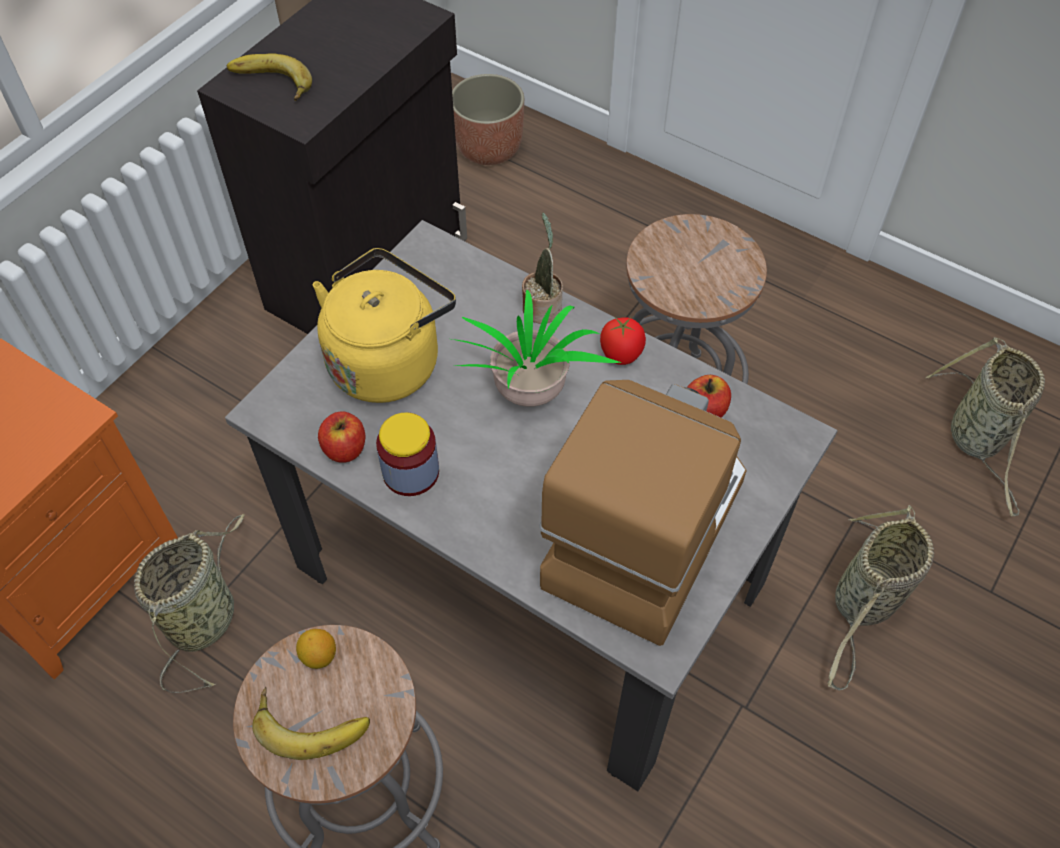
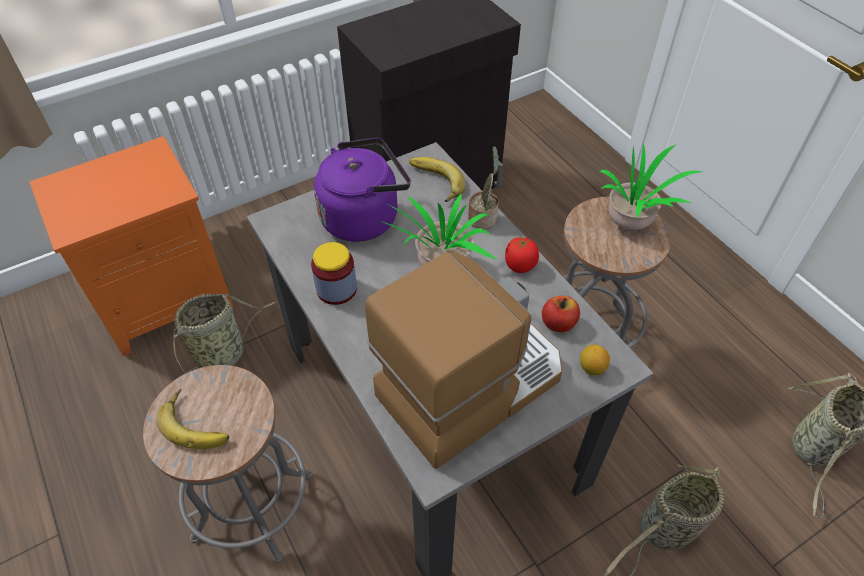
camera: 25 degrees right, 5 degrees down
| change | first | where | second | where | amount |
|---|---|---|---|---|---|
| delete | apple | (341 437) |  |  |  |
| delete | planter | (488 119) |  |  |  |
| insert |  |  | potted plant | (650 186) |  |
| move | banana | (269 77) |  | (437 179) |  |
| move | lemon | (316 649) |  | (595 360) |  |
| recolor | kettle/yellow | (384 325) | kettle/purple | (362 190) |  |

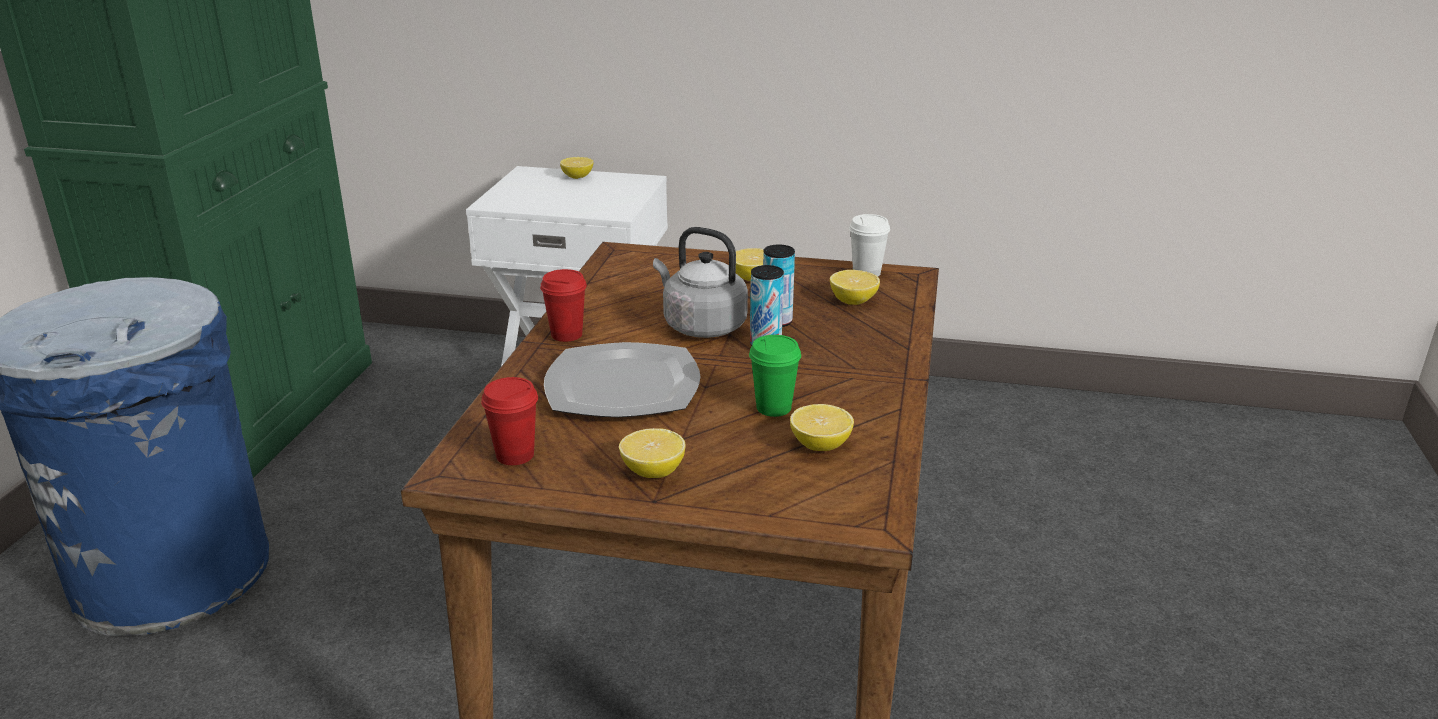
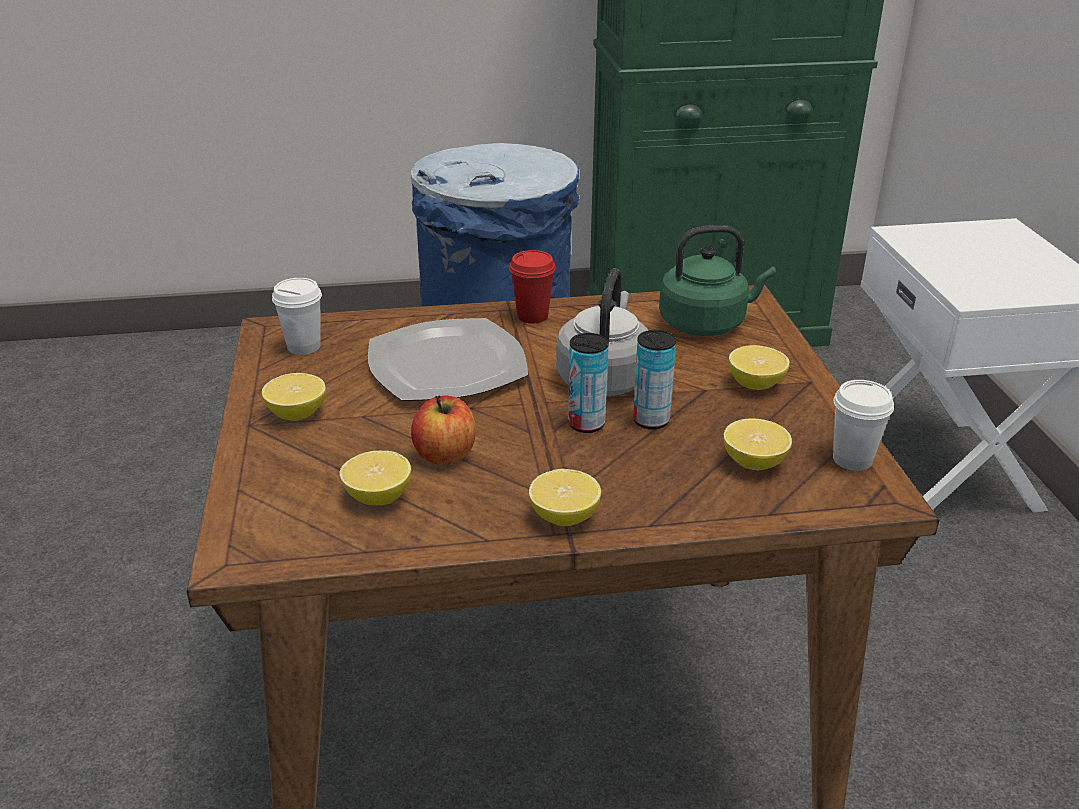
camera: 70 degrees right, 5 degrees up
| change | first | where | second | where | amount |
|---|---|---|---|---|---|
| insert |  |  | kettle/green | (717 280) |  |
| move | lemon | (576 168) |  | (565 497) |  |
| replace | cup/green | (775 376) | apple | (443 430) |  |
| recolor | cup/red | (509 421) | cup/white | (297 316) |  |

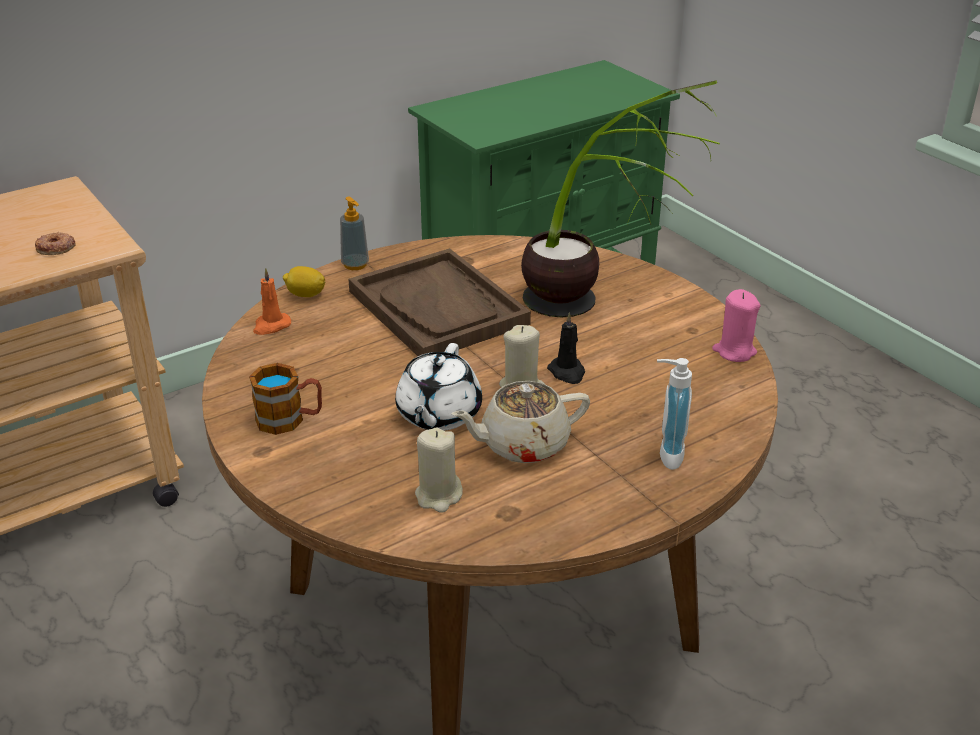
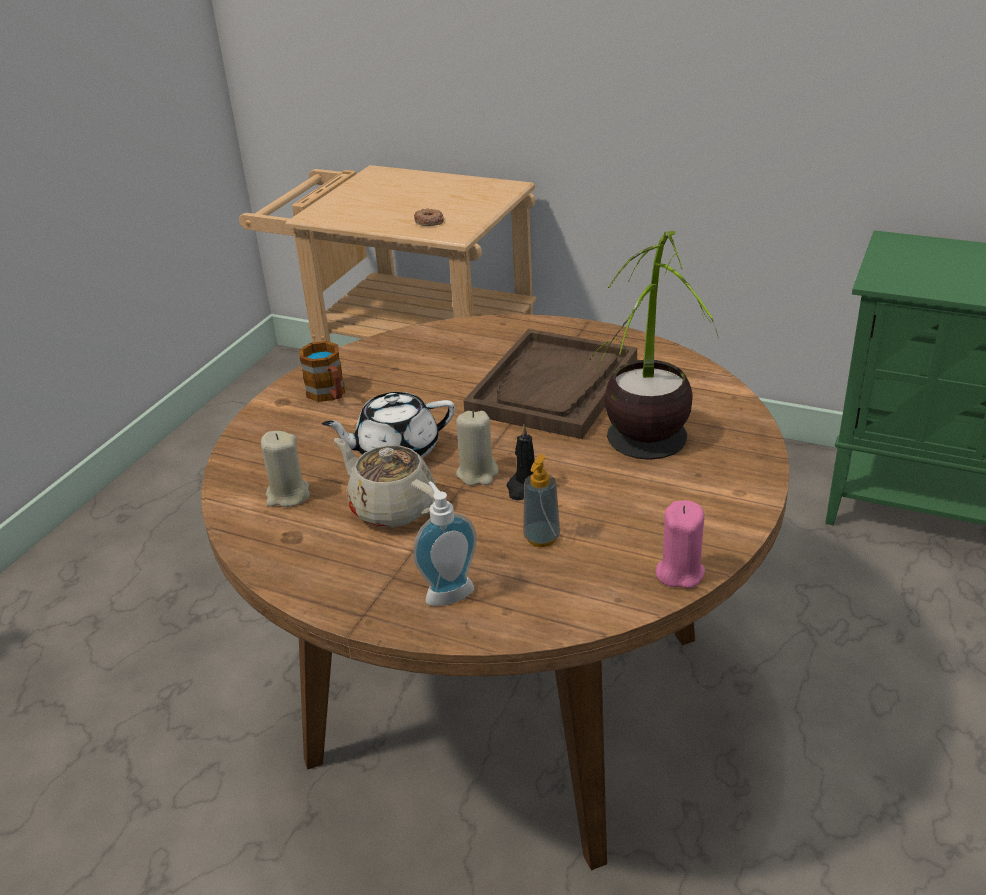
camera: 60 degrees right, 0 degrees up
| change | first | where | second | where | amount |
|---|---|---|---|---|---|
| delete | candle/orange | (272 301) |  |  |  |
| delete | lemon | (304 281) |  |  |  |
| move | soap dispenser | (354 233) |  | (541 500) |  |

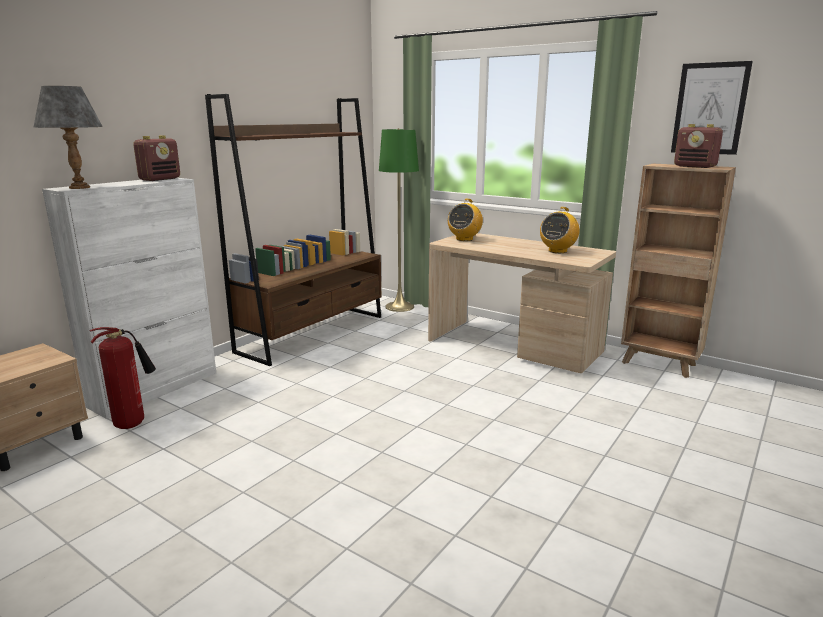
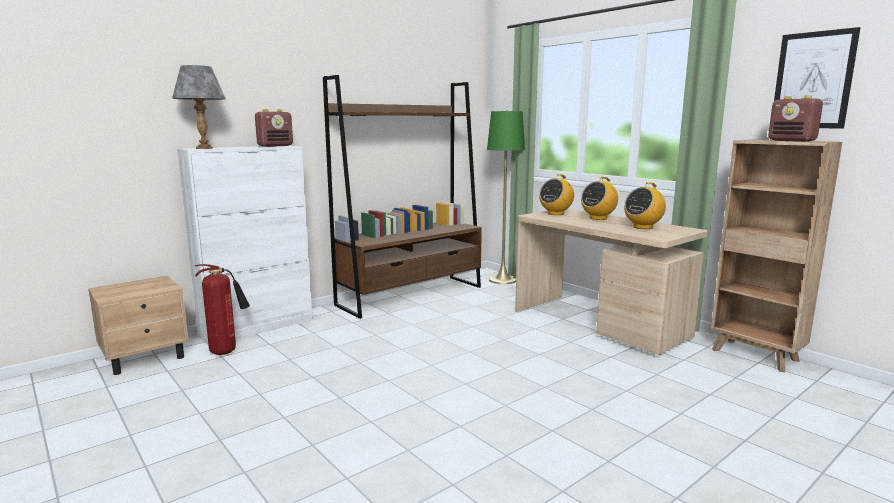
camera: 15 degrees right, 5 degrees down
| change | first | where | second | where | amount |
|---|---|---|---|---|---|
| insert |  |  | radio | (599 198) |  |

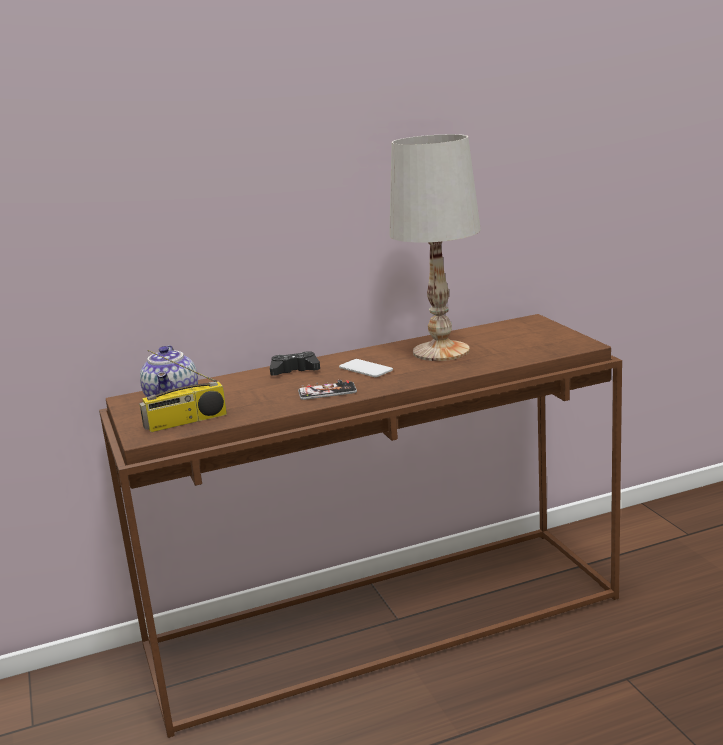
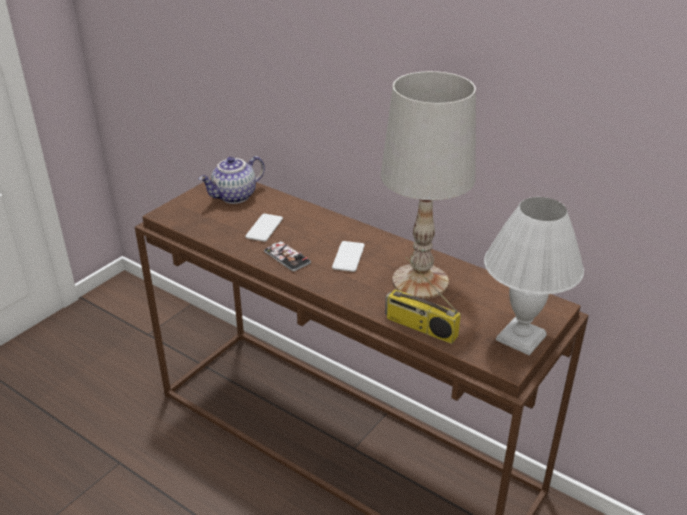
camera: 55 degrees right, 15 degrees up
| change | first | where | second | where | amount |
|---|---|---|---|---|---|
| delete | game controller/black | (295 363) |  |  |  |
| insert |  |  | phone | (264 228) |  |
| insert |  |  | table lamp/white | (534 276) |  |
| move | radio | (183 391) |  | (423 300) |  |

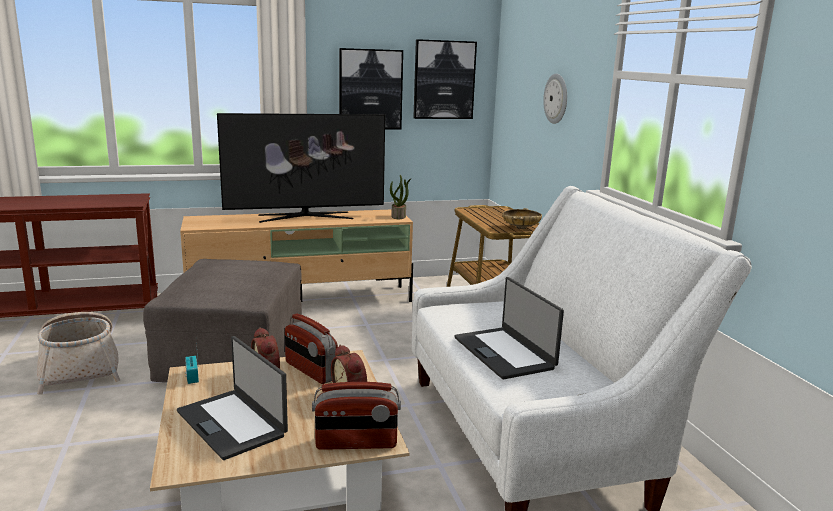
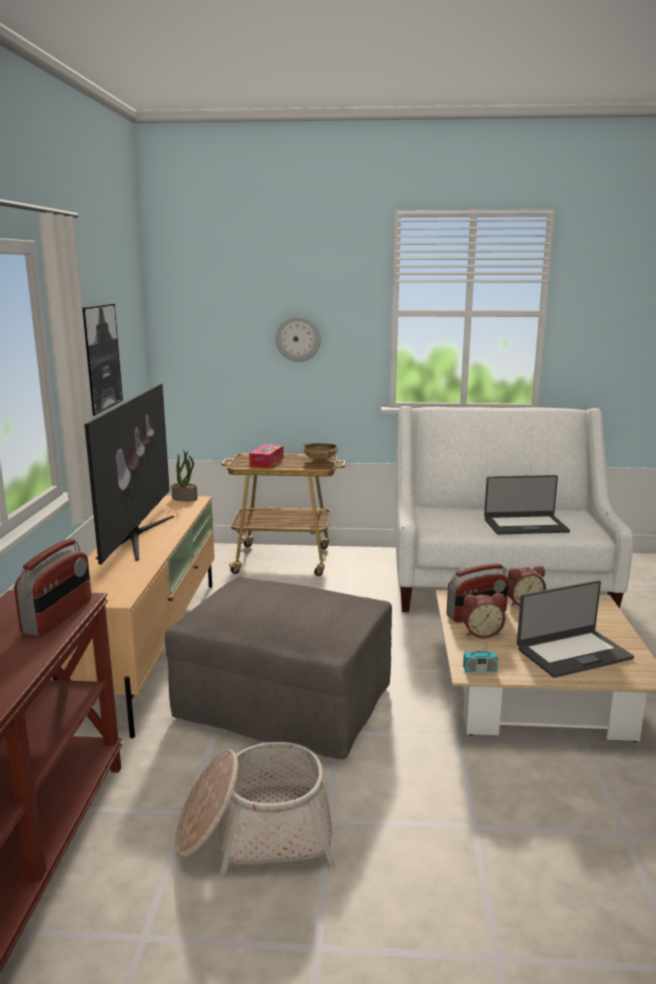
camera: 70 degrees left, 0 degrees up
| change | first | where | second | where | amount |
|---|---|---|---|---|---|
| delete | picture | (445 79) |  |  |  |
| insert |  |  | tissue box | (266 456) |  |
| move | radio | (356 416) |  | (53 587) |  |

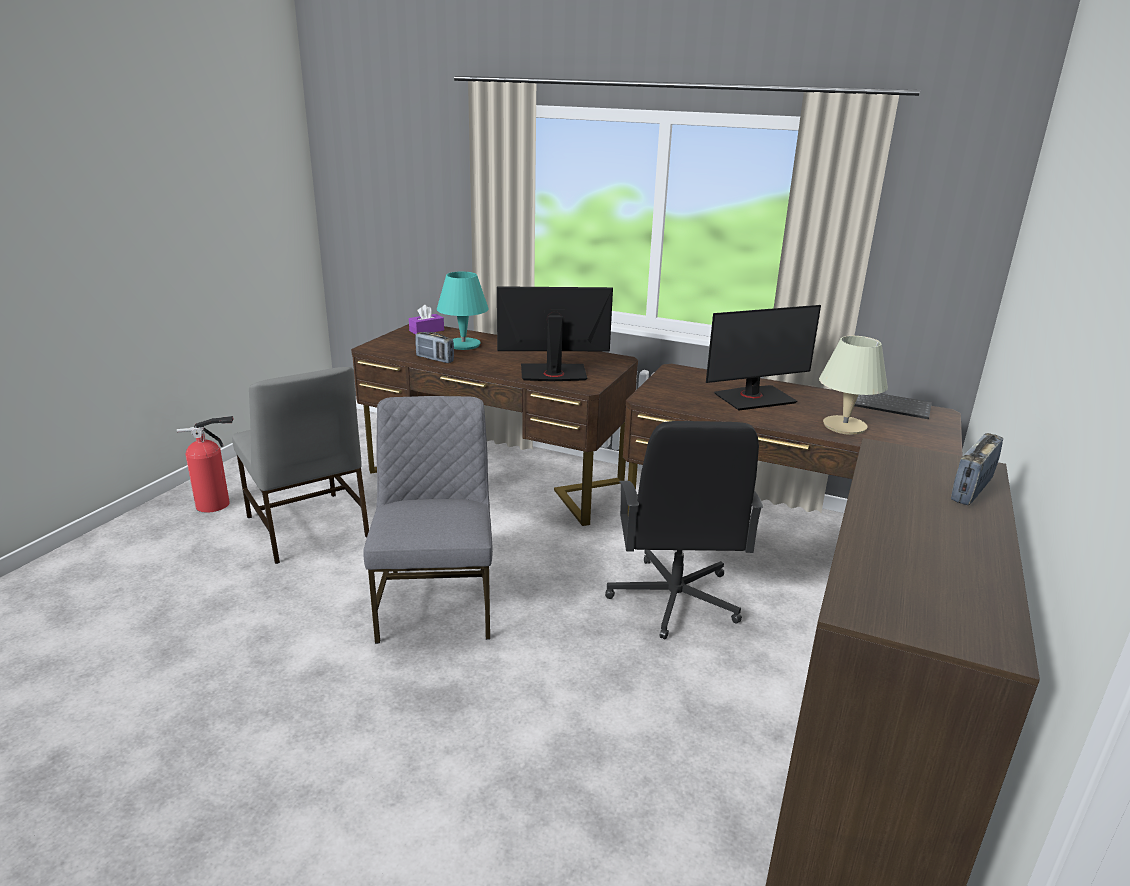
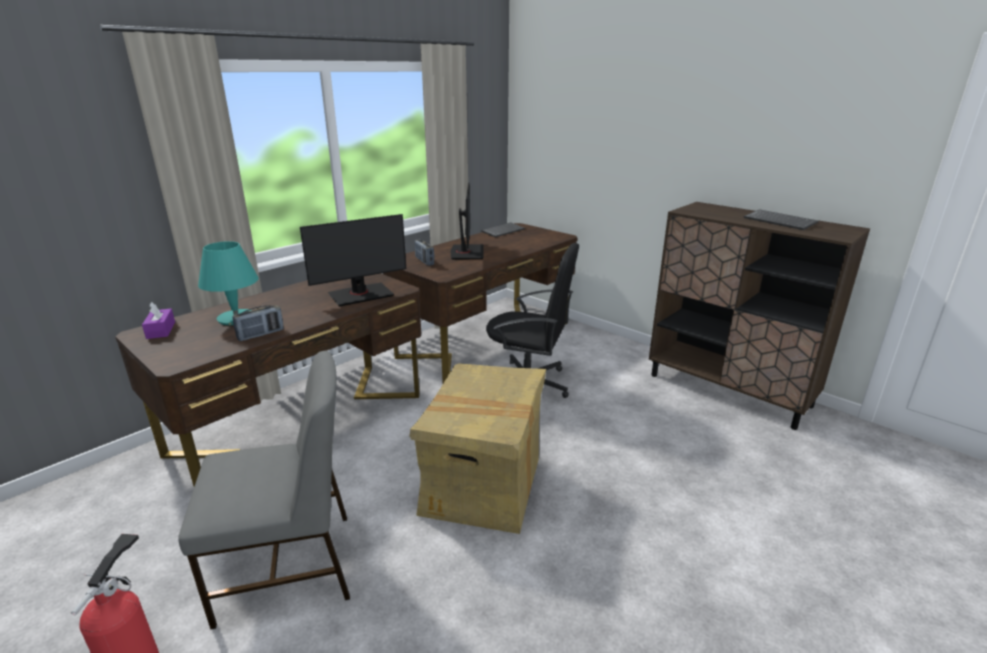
camera: 70 degrees left, 0 degrees up
| change | first | where | second | where | amount |
|---|---|---|---|---|---|
| delete | table lamp/beige | (853 385) |  |  |  |
| insert |  |  | keyboard | (781 219) |  |
| move | radio | (977 469) |  | (424 252) |  |
| replace | chair/grey | (428 520) | cardboard box | (477 448) |  |
| rotate | monitor | (555 333) |  | (353 260) | 135 degrees counterclockwise |

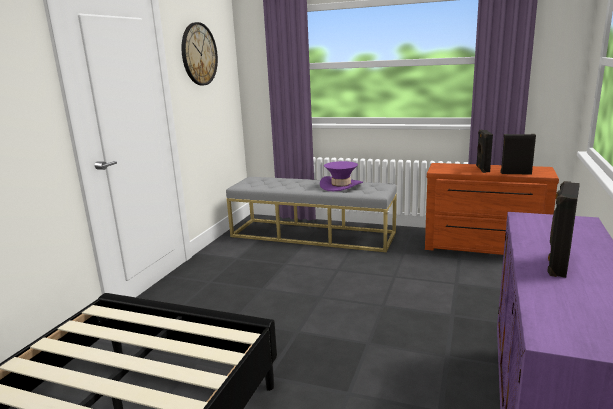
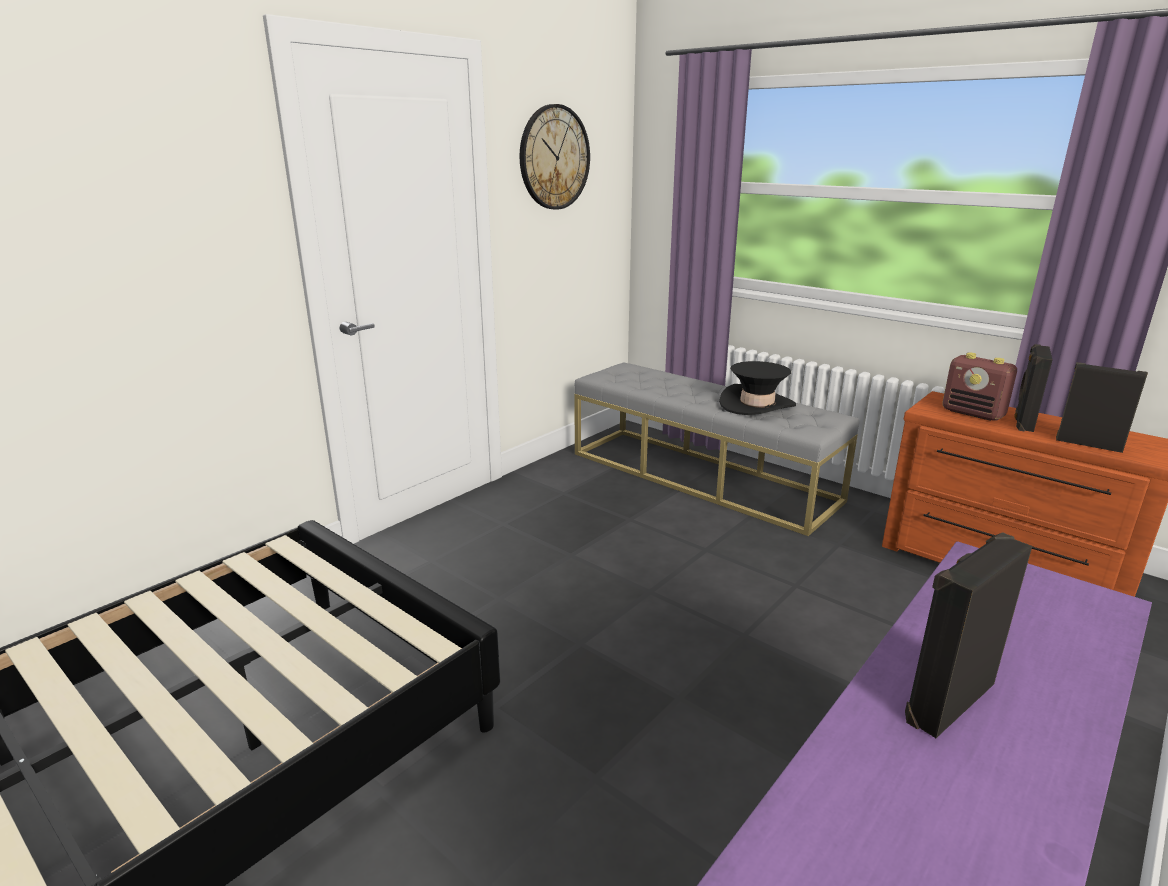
camera: 20 degrees right, 5 degrees up
| change | first | where | second | where | amount |
|---|---|---|---|---|---|
| insert |  |  | radio | (979 386) |  |
| recolor | hat/purple | (341 176) | hat/black | (757 388) |  |

